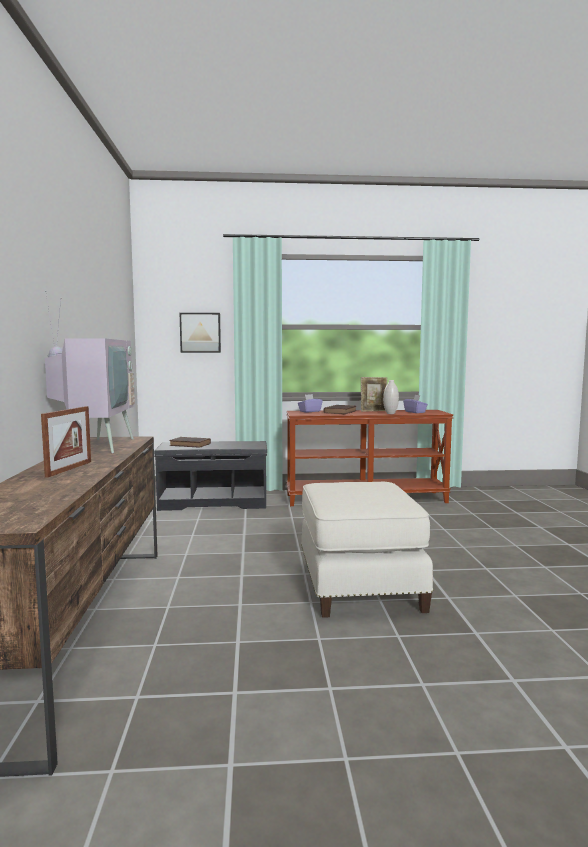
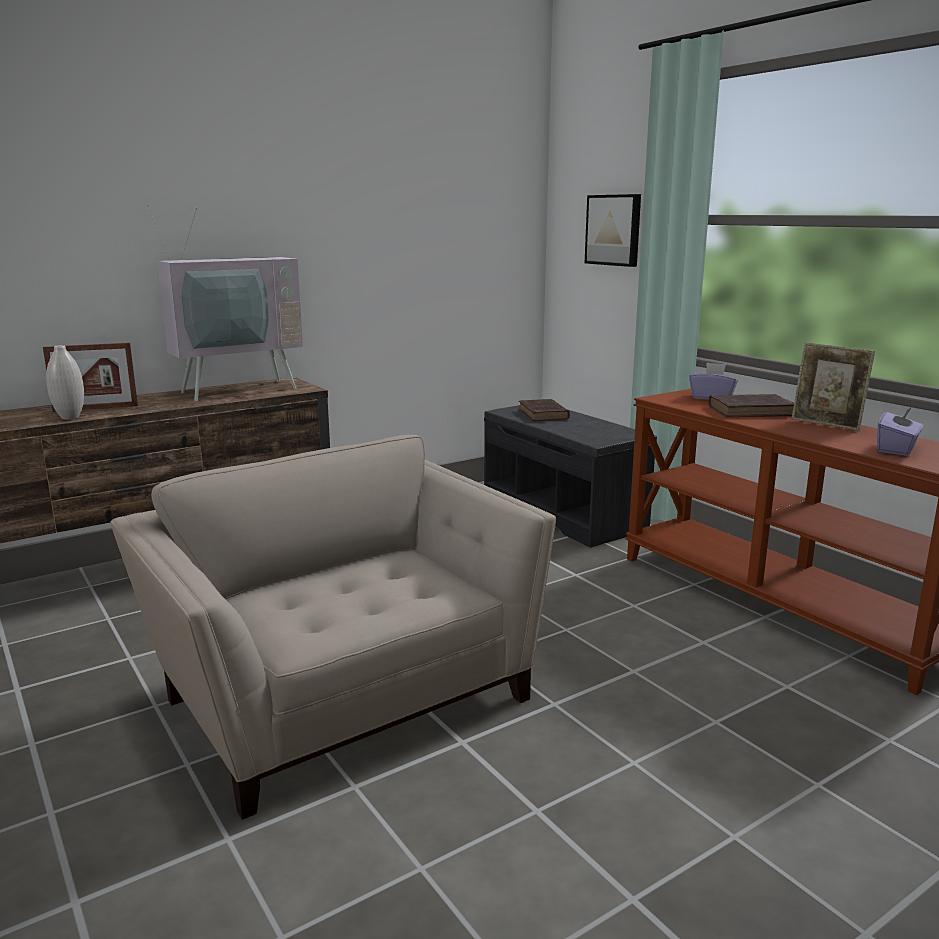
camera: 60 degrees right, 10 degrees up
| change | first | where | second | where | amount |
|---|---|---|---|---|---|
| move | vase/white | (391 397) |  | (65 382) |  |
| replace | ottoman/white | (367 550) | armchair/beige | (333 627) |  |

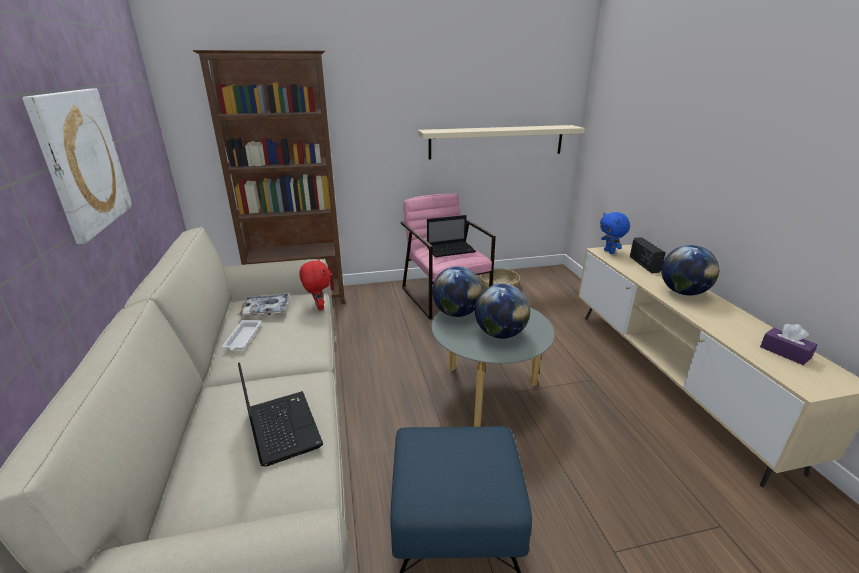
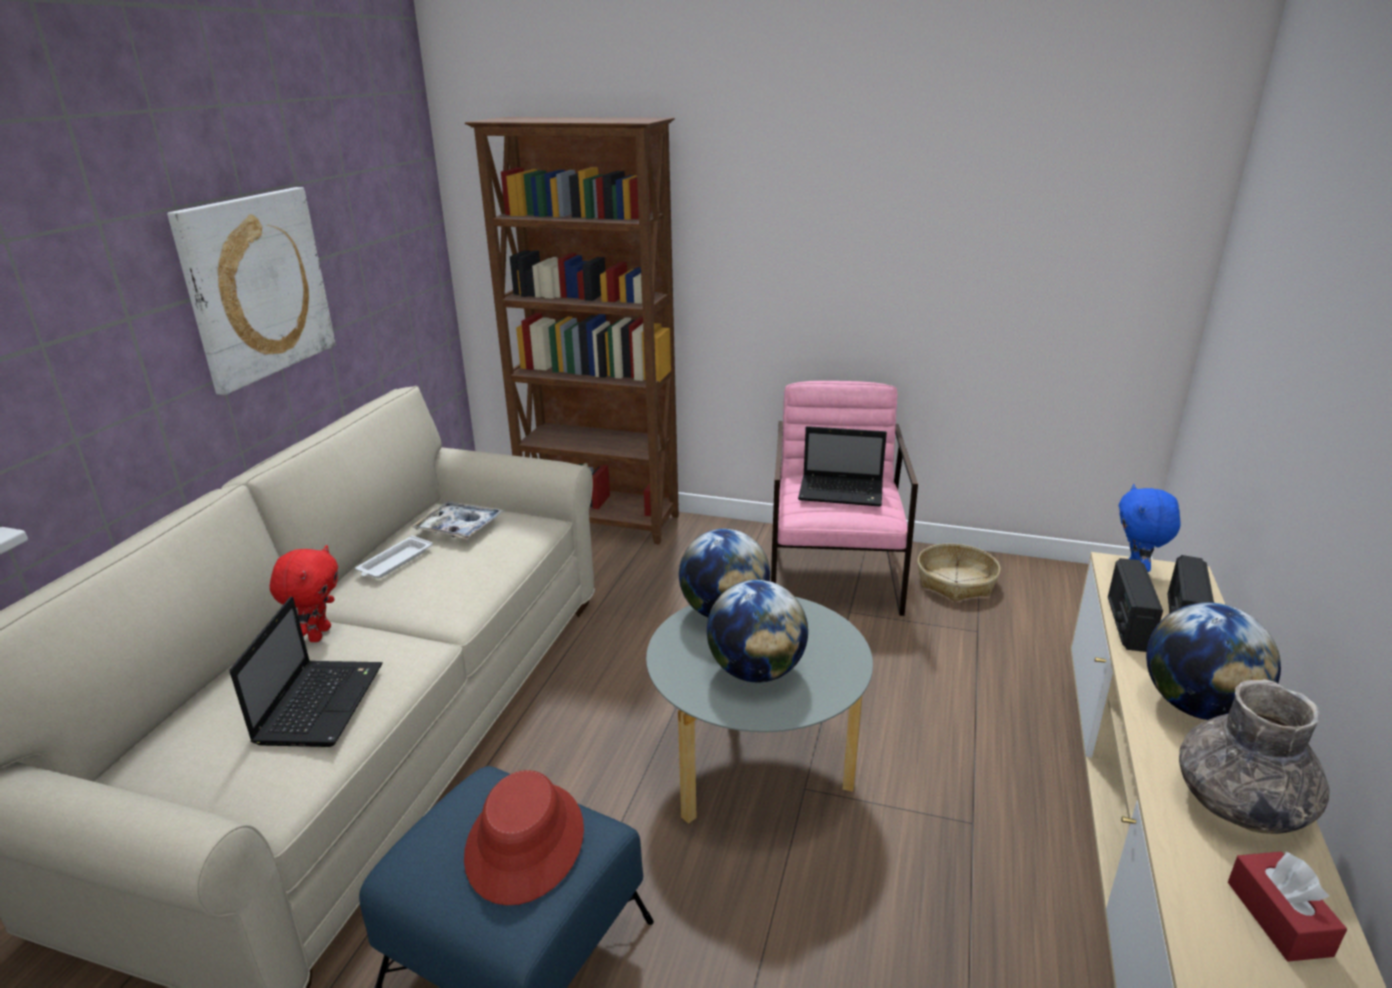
camera: 30 degrees right, 0 degrees up
| change | first | where | second | where | amount |
|---|---|---|---|---|---|
| delete | shelf/beige | (501 142) |  |  |  |
| insert |  |  | hat/red | (524 837) |  |
| insert |  |  | radio | (1135 605) |  |
| insert |  |  | vase/grey | (1254 756) |  |
| move | plush toy/red | (315 285) |  | (304 593) |  |
| recolor | tissue box/purple | (789 344) | tissue box/red | (1287 907) |  |

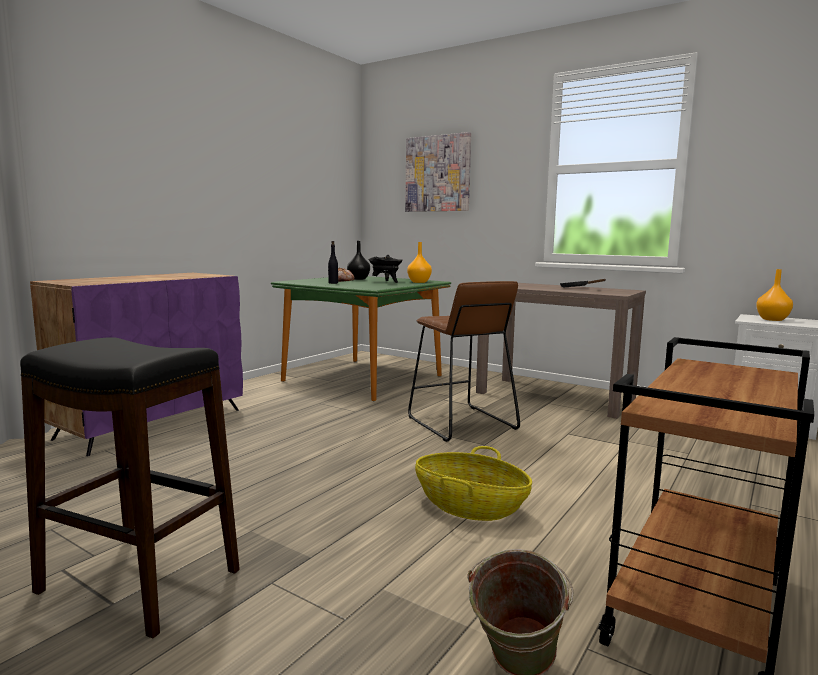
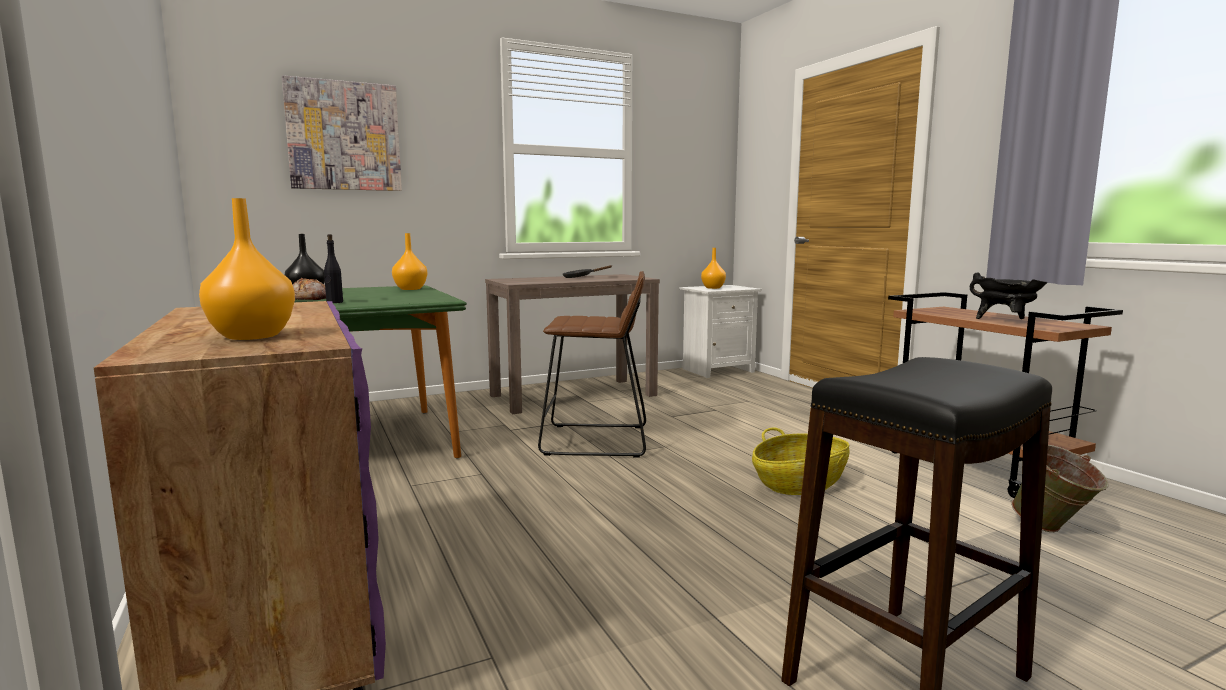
camera: 60 degrees left, 0 degrees up
| change | first | where | second | where | amount |
|---|---|---|---|---|---|
| insert |  |  | vase/orange | (247 269) |  |
| move | cooking pot/black | (386 269) |  | (1008 295) |  |

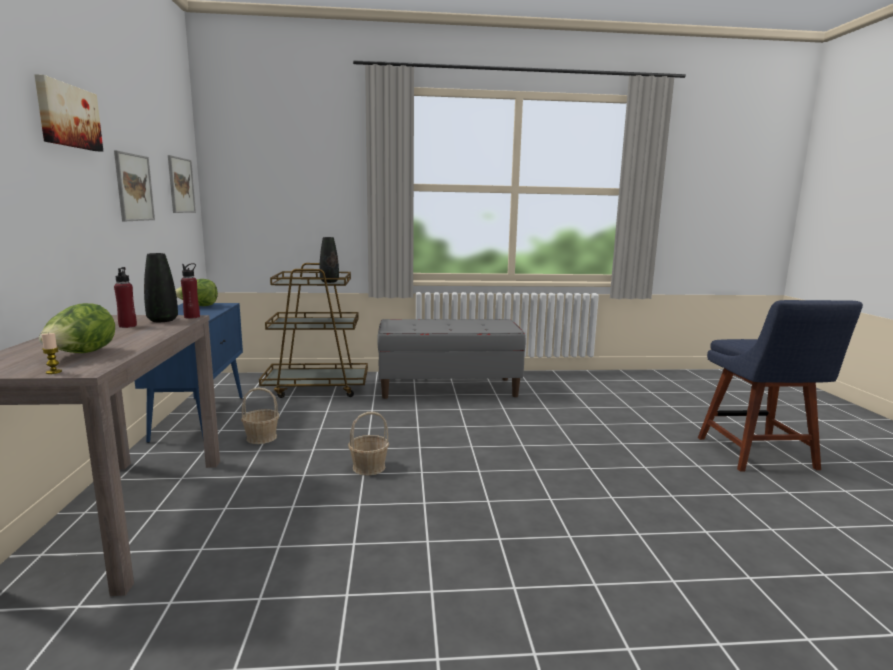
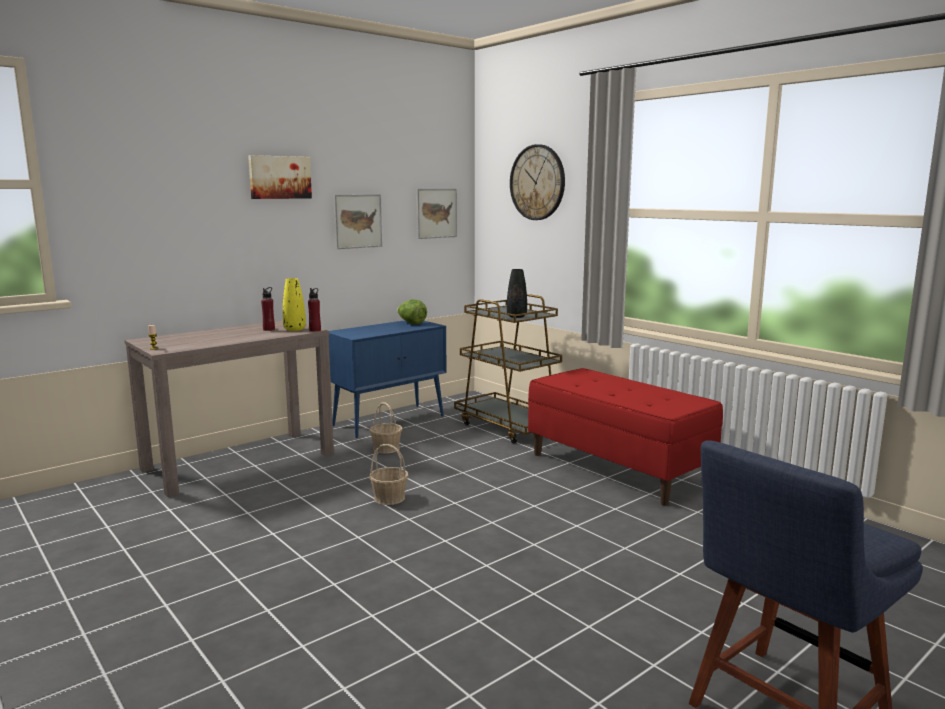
camera: 55 degrees right, 0 degrees up
| change | first | where | second | where | amount |
|---|---|---|---|---|---|
| delete | lettuce | (77 328) |  |  |  |
| insert |  |  | wall clock | (537 182) |  |
| recolor | vase/black | (161 287) | vase/yellow | (294 304) |  |
| recolor | bench/grey | (451 359) | bench/red | (625 437) |  |

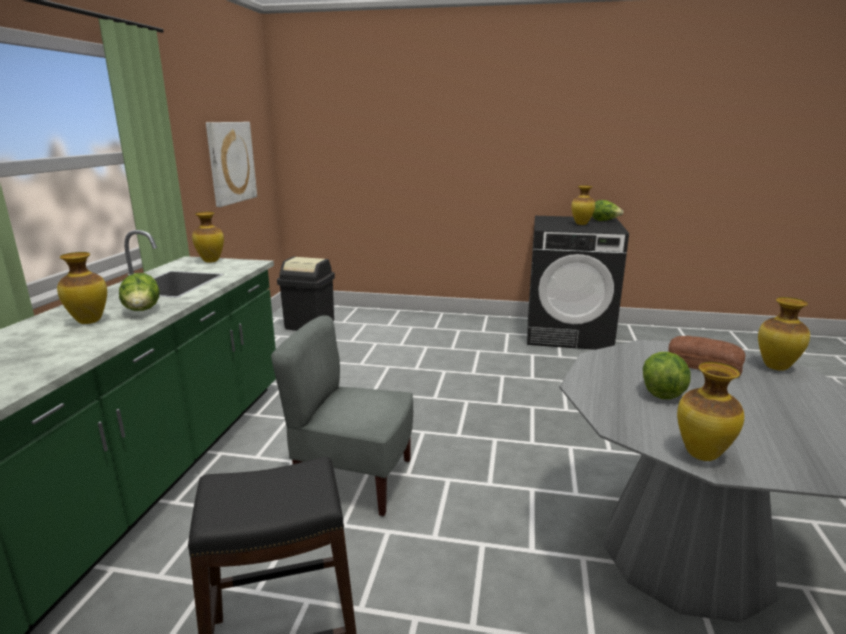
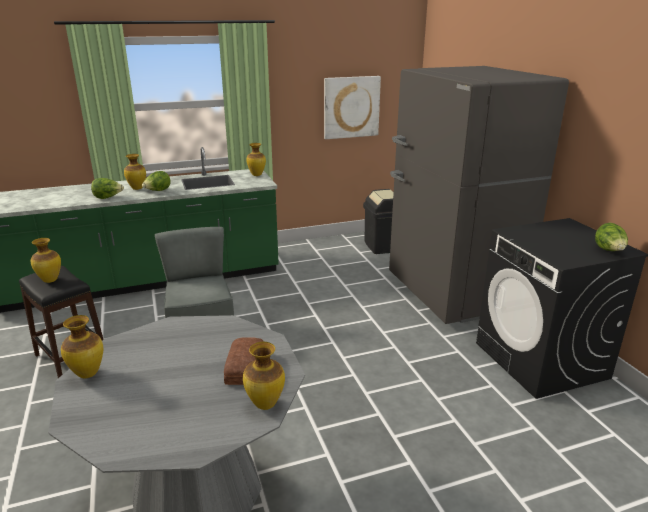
camera: 60 degrees right, 5 degrees up
| change | first | where | second | where | amount |
|---|---|---|---|---|---|
| insert |  |  | fridge/grey | (479 195) |  |
| move | vase | (583 205) |  | (46 260) |  |
| move | lettuce | (666 375) |  | (107 188) |  |

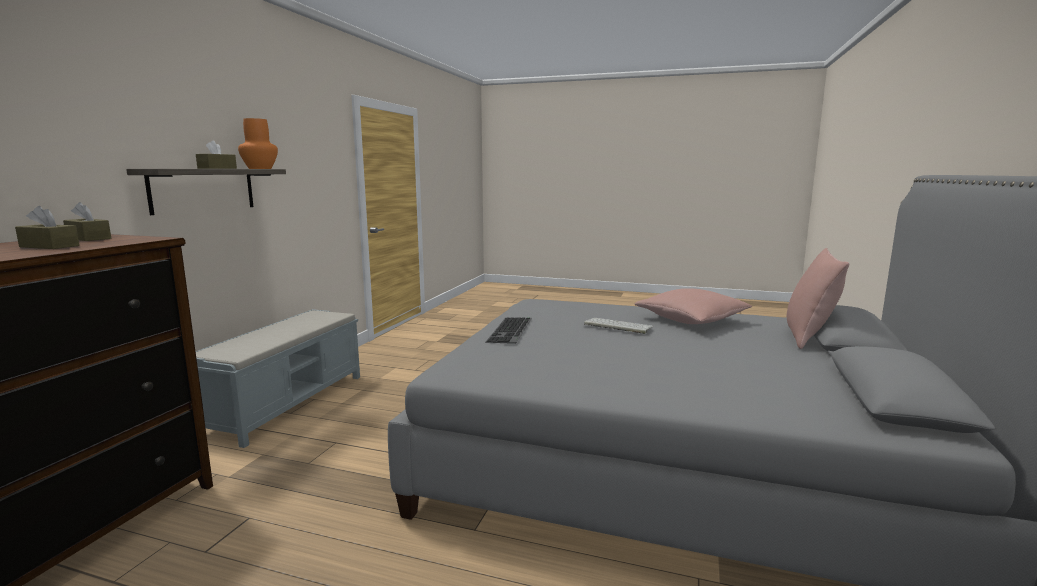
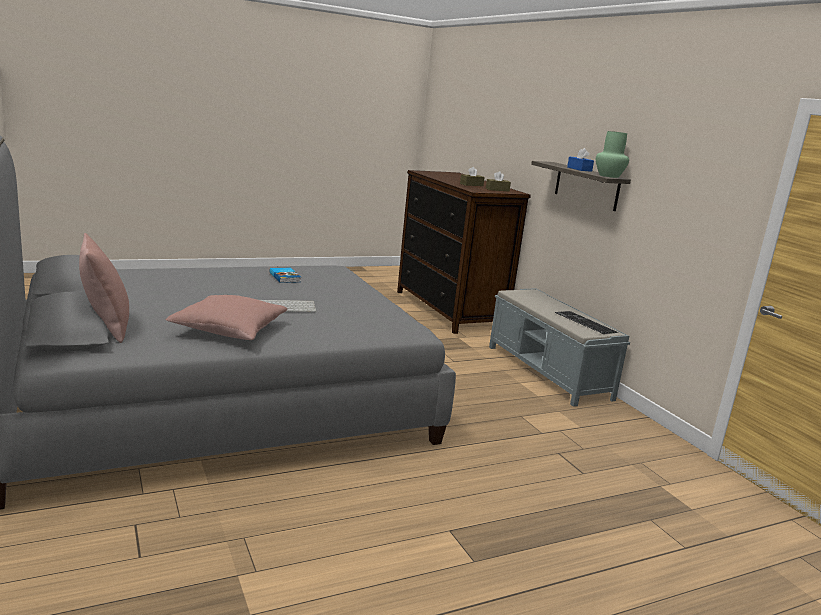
camera: 135 degrees right, 5 degrees up
| change | first | where | second | where | amount |
|---|---|---|---|---|---|
| insert |  |  | book | (285 275) |  |
| move | keyboard | (509 330) |  | (586 322) |  |
| recolor | tissue box/brown | (216 154) | tissue box/blue | (580 160) |  |
| recolor | vase/orange | (258 143) | vase/green | (612 154) |  |

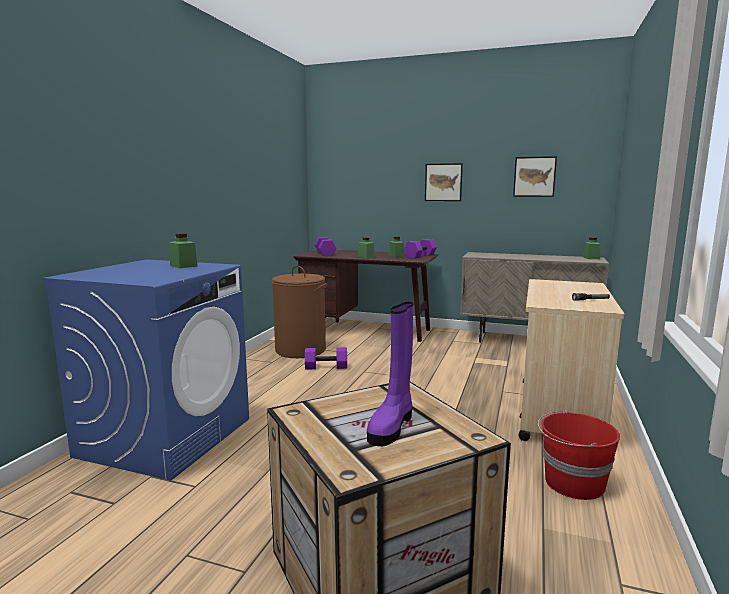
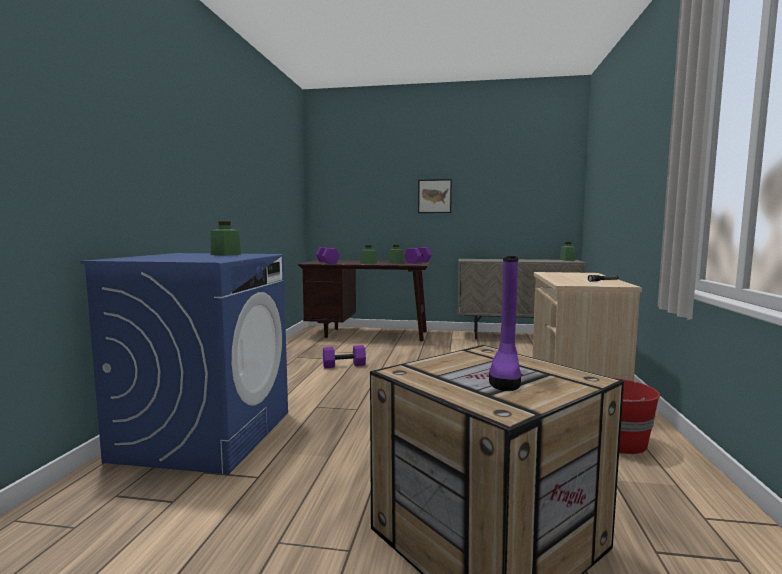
camera: 10 degrees left, 5 degrees down
| change | first | where | second | where | amount |
|---|---|---|---|---|---|
| delete | laundry basket/brown | (300 312) |  |  |  |
| delete | picture | (535 176) |  |  |  |

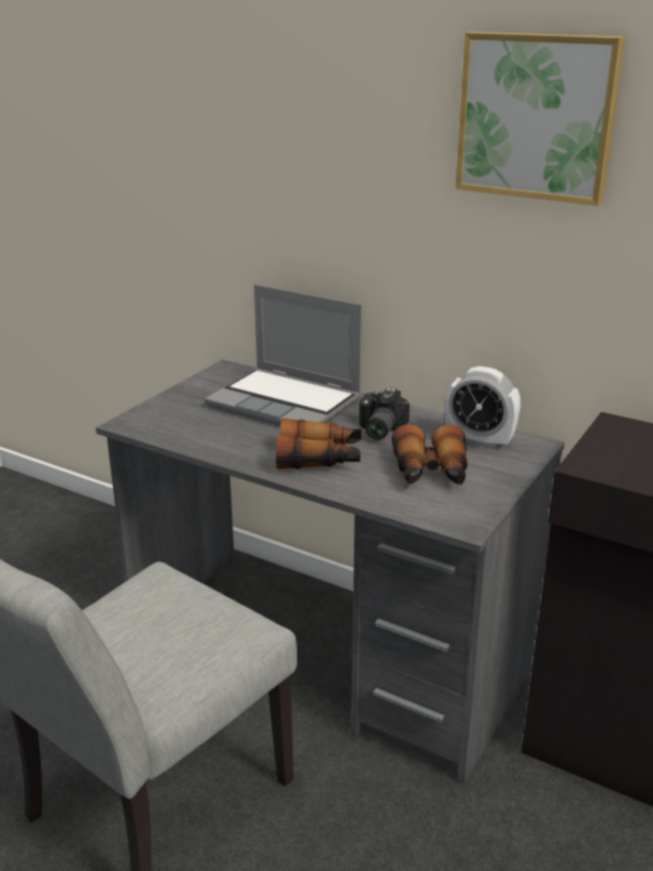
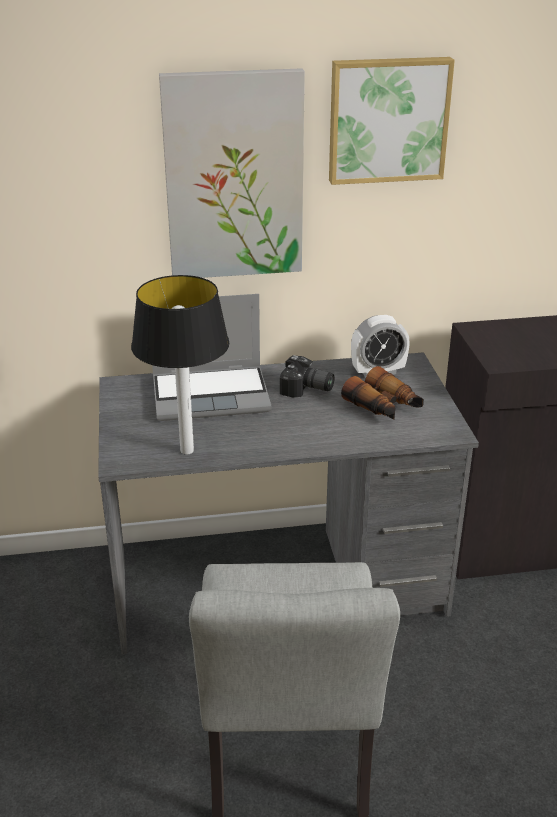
camera: 40 degrees left, 5 degrees up
| change | first | where | second | where | amount |
|---|---|---|---|---|---|
| delete | binoculars | (318 444) |  |  |  |
| insert |  |  | table lamp | (180 365) |  |
| insert |  |  | picture | (232 173) |  |
| rotate | photo camera | (384 414) |  | (307 376) | 45 degrees counterclockwise |

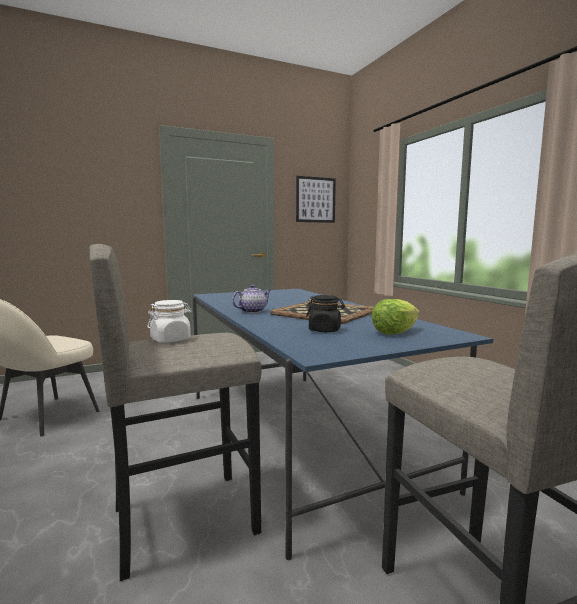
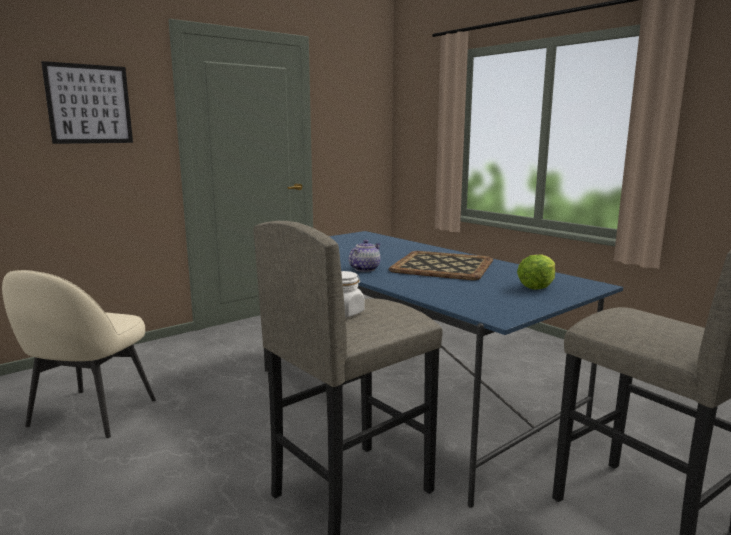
camera: 15 degrees left, 5 degrees up
| change | first | where | second | where | amount |
|---|---|---|---|---|---|
| delete | jar/black | (325 313) |  |  |  |
| move | picture | (316 199) |  | (87 102) |  |

